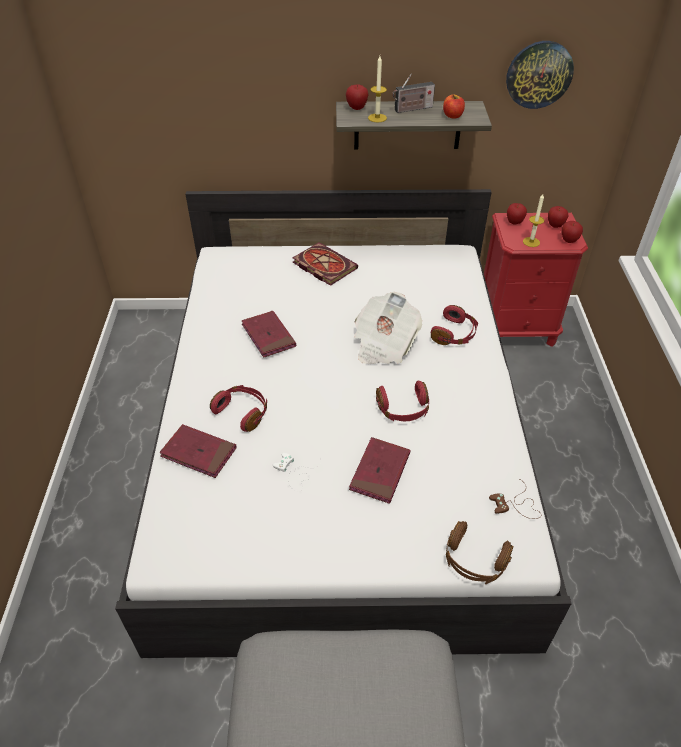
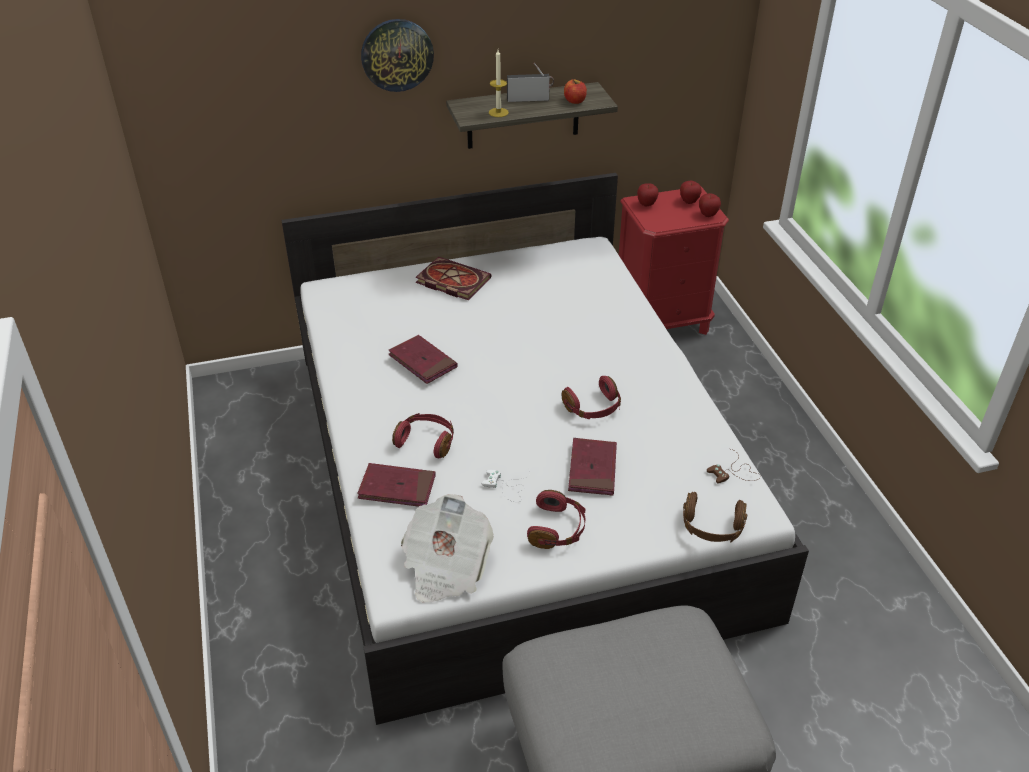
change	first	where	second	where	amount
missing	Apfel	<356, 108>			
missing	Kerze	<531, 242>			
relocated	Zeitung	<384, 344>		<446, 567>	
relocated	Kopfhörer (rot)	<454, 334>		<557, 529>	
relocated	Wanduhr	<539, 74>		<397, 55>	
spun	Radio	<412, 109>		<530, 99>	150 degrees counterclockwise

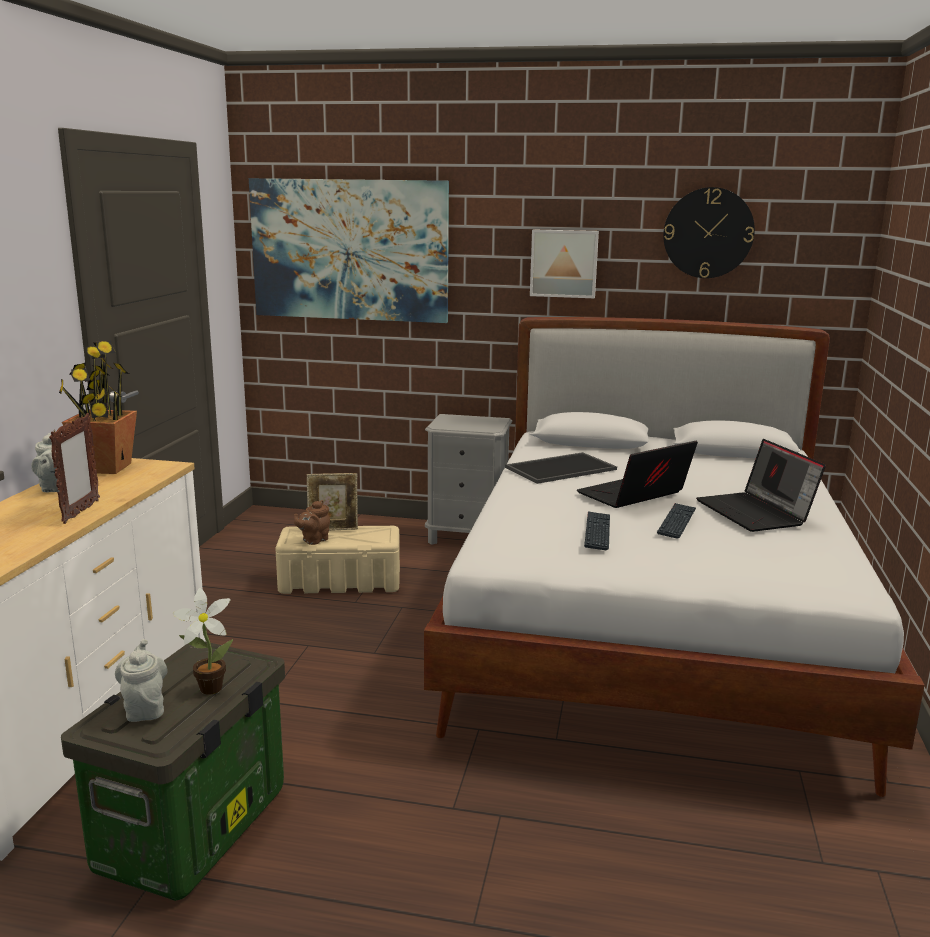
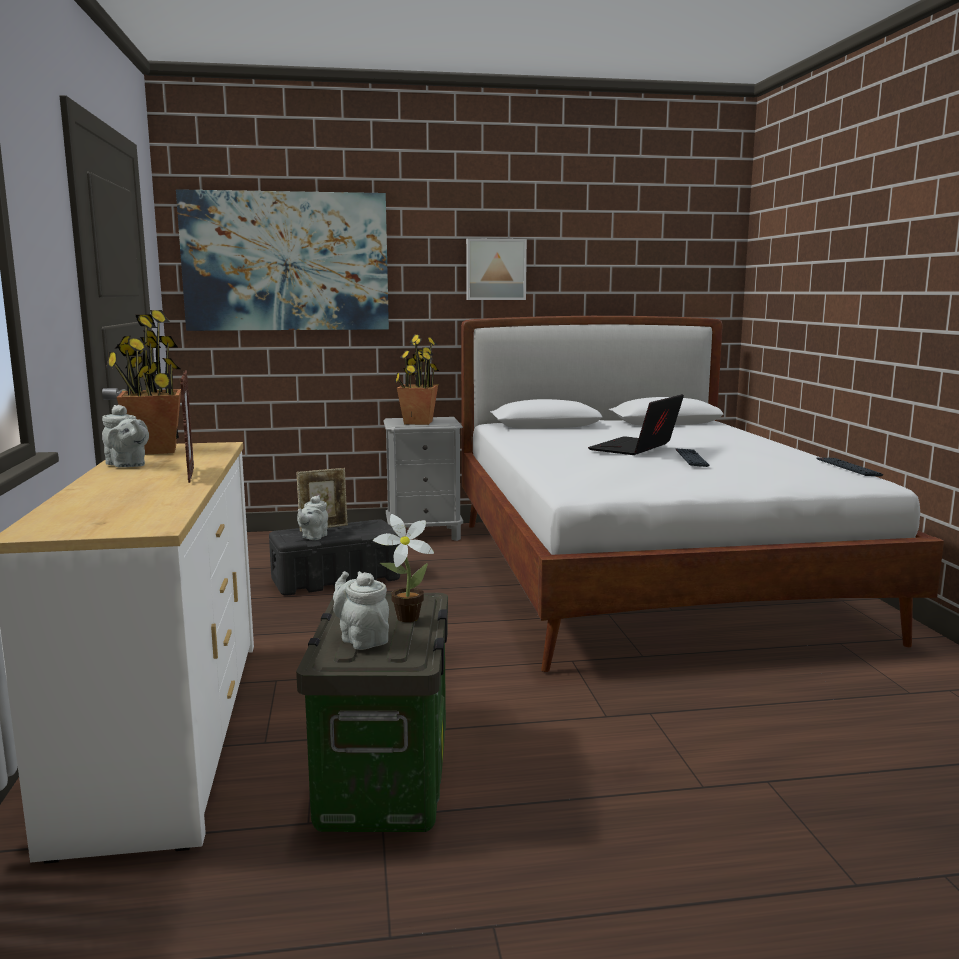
change	first	where	second	where	amount
missing	Tablett	<560, 468>			
missing	Wanduhr	<708, 233>			
missing	Laptop	<756, 513>			
appeared			Topfpflanze	<417, 422>	
relocated	Tastatur	<597, 532>		<848, 468>	
colour	Aufbewahrungsbox (beige)	<341, 581>	Aufbewahrungsbox (schwarz)	<336, 579>	
colour	Teekanne (braun)	<313, 540>	Teekanne (grau)	<313, 537>	

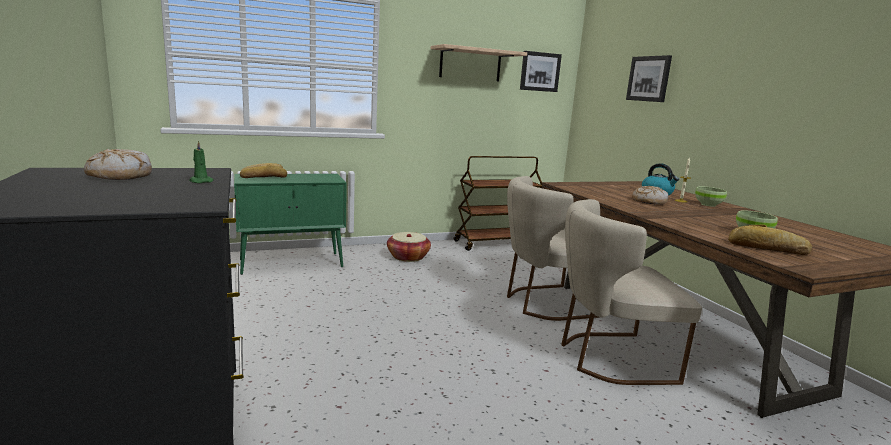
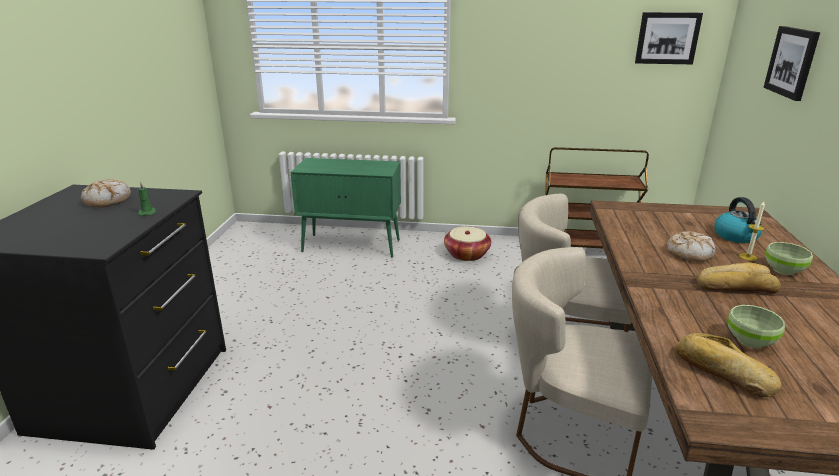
change	first	where	second	where	amount
missing	Wandregal	<470, 64>			
relocated	Brot	<264, 177>		<735, 286>	

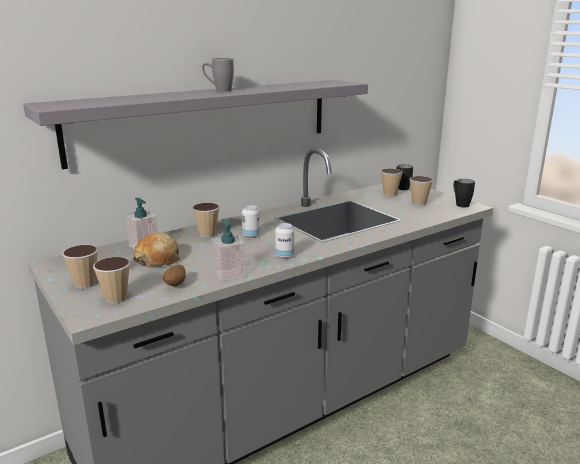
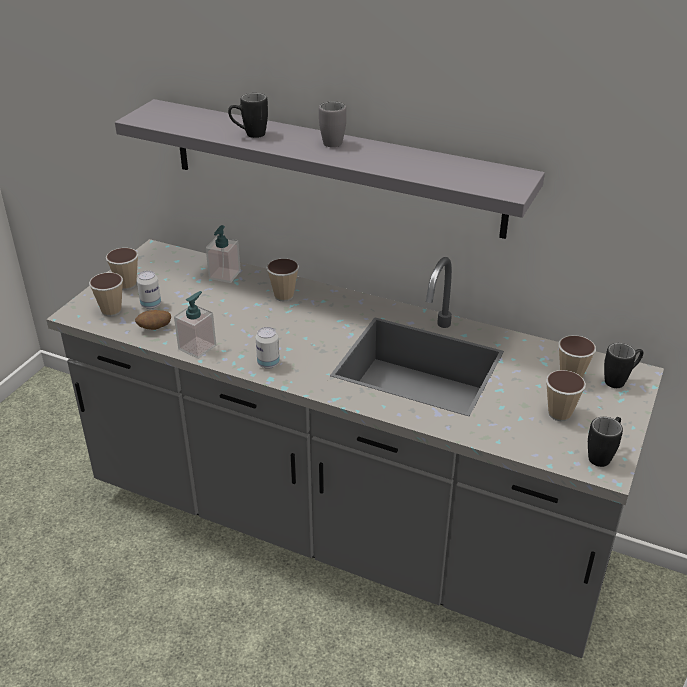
change	first	where	second	where	amount
missing	Brot	<158, 259>			
appeared			Henkelbecher (schwarz)	<249, 135>	
relocated	Dose	<251, 235>		<151, 305>	

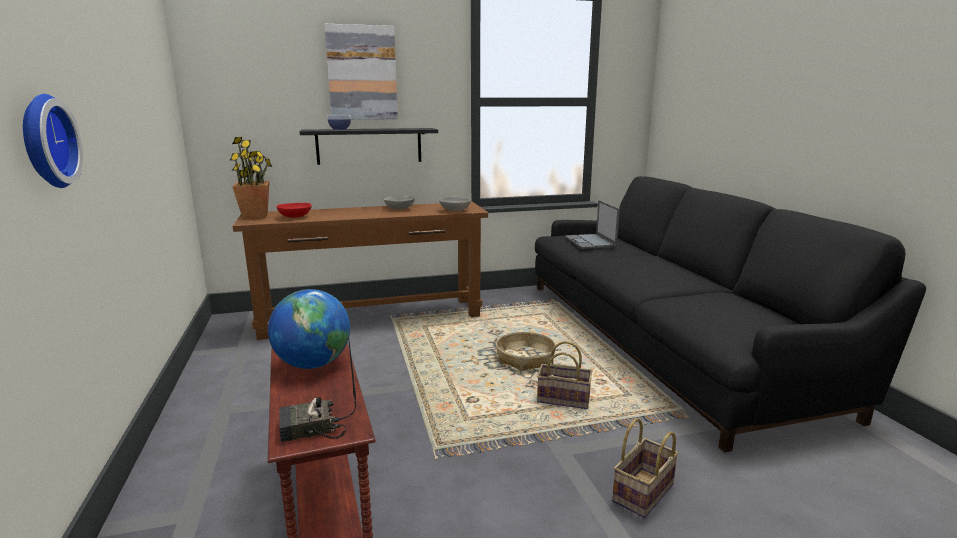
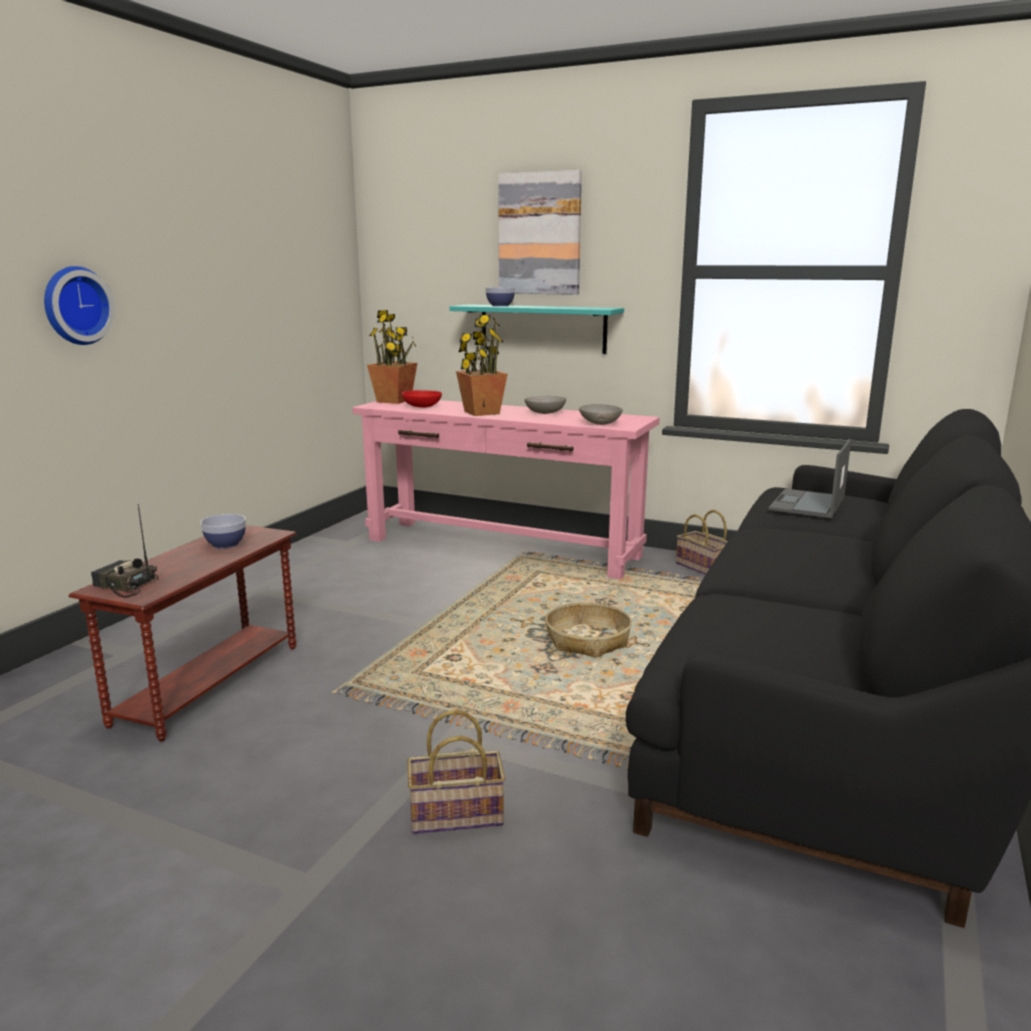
change	first	where	second	where	amount
appeared			Topfpflanze	<481, 413>	
relocated	Korb	<565, 399>		<704, 568>	
exchanged	Globus	<313, 364>	Schüssel	<225, 544>	
colour	Konsolentisch (braun)	<371, 317>	Konsolentisch (rosa)	<501, 548>	
colour	Wandregal (schwarz)	<369, 146>	Wandregal (türkis)	<542, 328>	

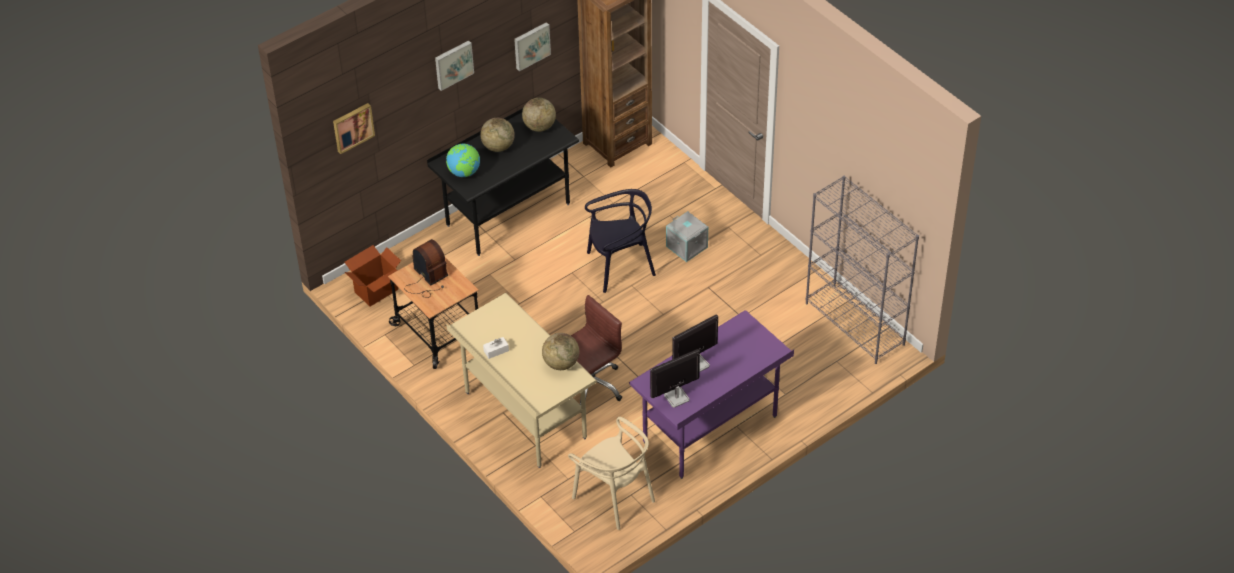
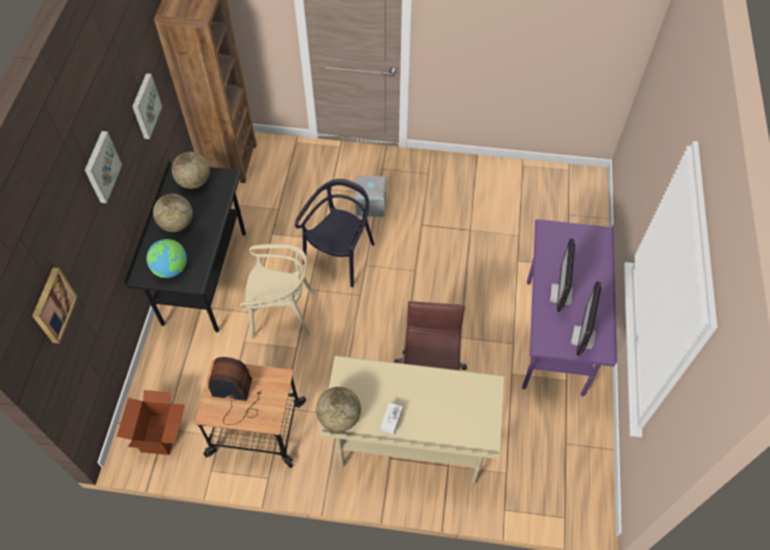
change	first	where	second	where	amount
missing	Bücherregal (grau)	<855, 324>			
relocated	Globus	<561, 363>		<339, 417>	
relocated	Stuhl (beige)	<614, 497>		<282, 313>	

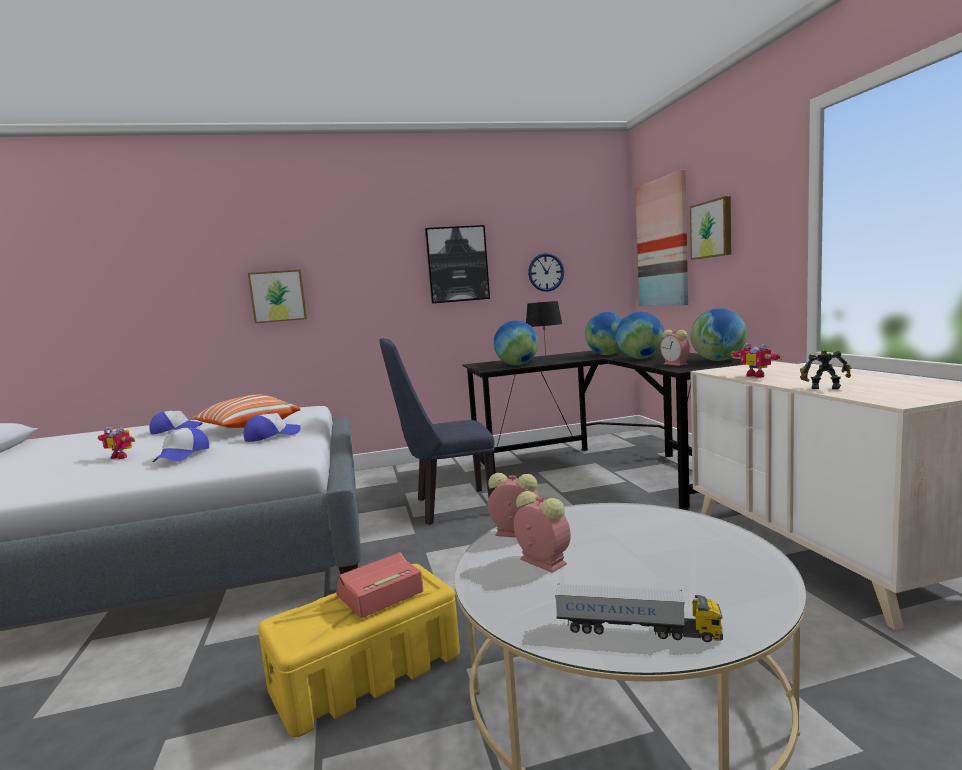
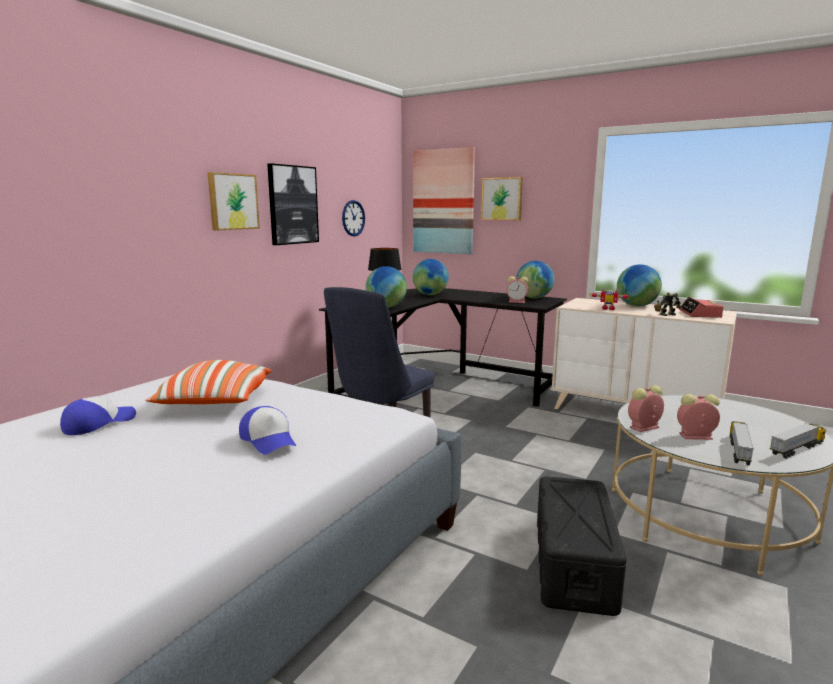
change	first	where	second	where	amount
missing	Spielzeugroboter	<122, 456>			
missing	Kappe	<272, 436>			
appeared			Spielzeuglaster	<739, 450>	
relocated	Bild	<278, 296>		<232, 201>	
relocated	Wecker	<380, 594>		<700, 314>	
relocated	Globus	<640, 358>		<637, 306>	
colour	Aufbewahrungsbox (gelb)	<366, 673>	Aufbewahrungsbox (schwarz)	<573, 564>	

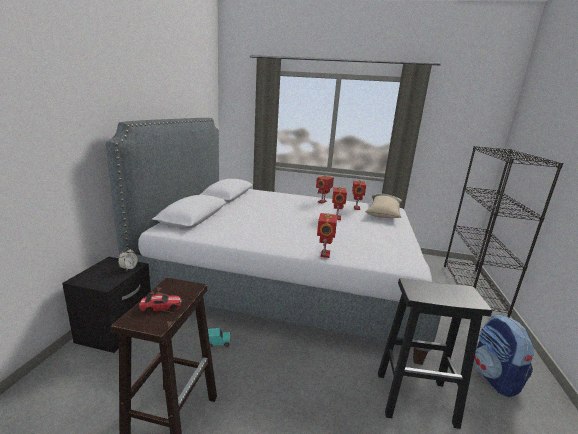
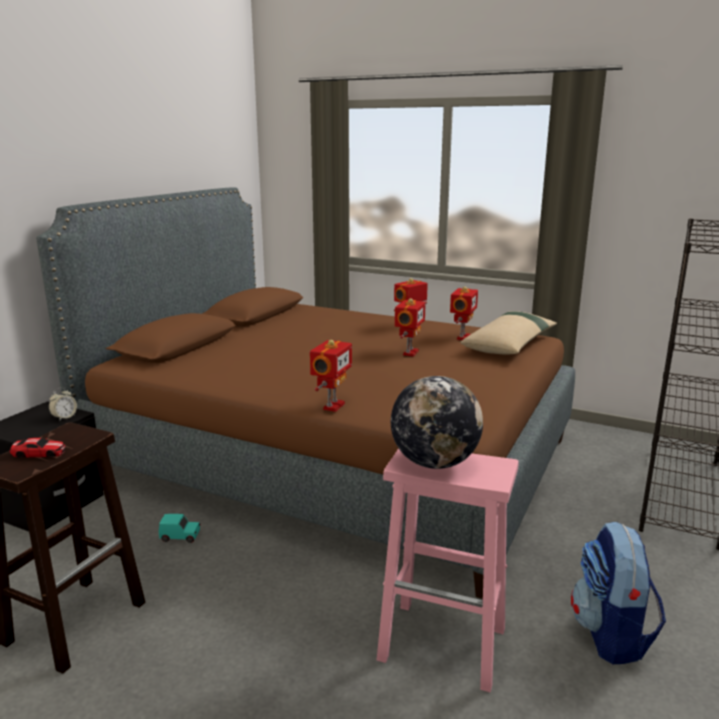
change	first	where	second	where	amount
appeared			Globus	<434, 463>	
colour	Bett (grau)	<285, 279>	Bett (braun)	<332, 457>	
colour	Hocker (schwarz)	<416, 398>	Hocker (rosa)	<445, 644>	

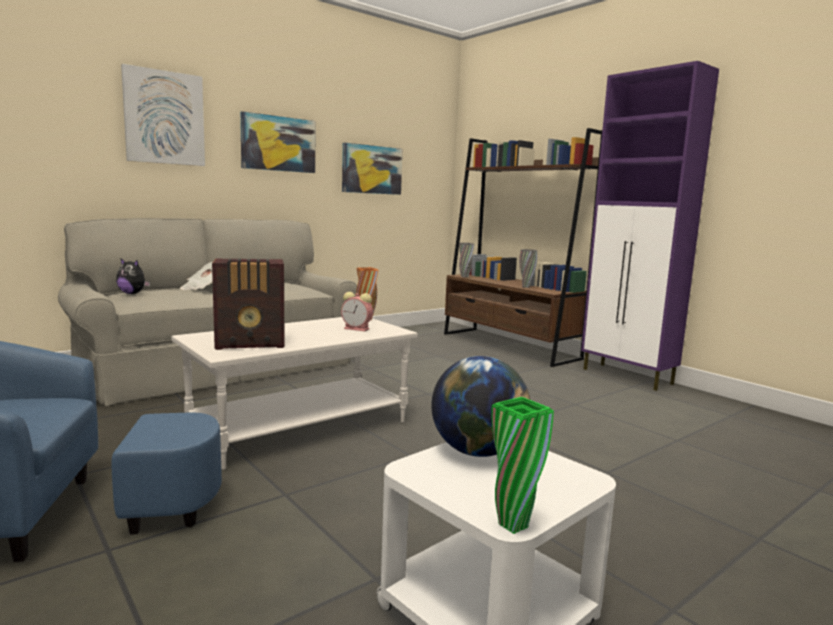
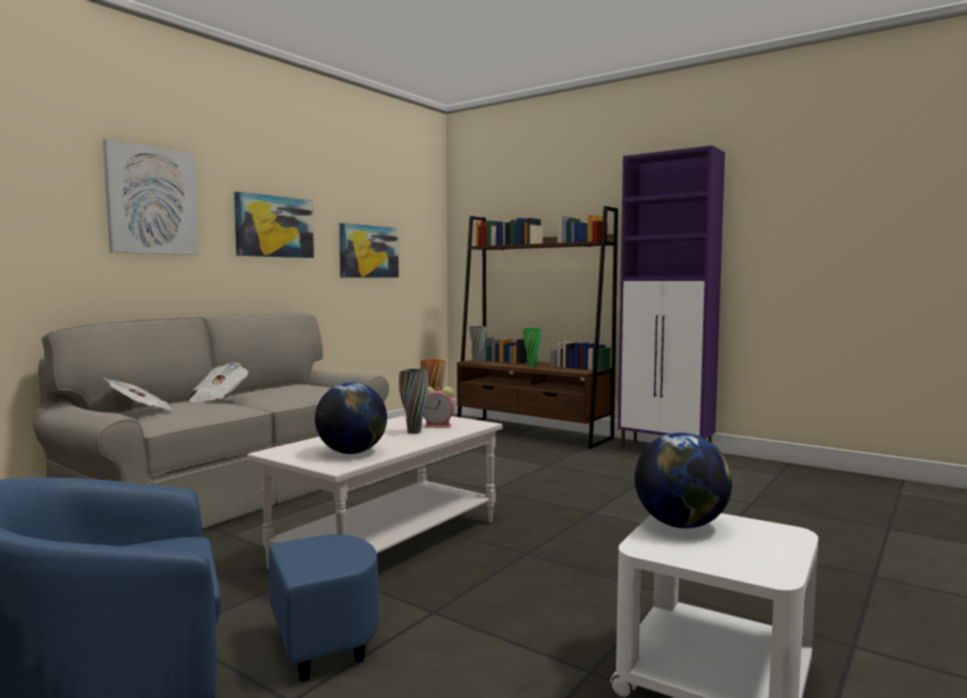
change	first	where	second	where	amount
relocated	Vase (grün)	<513, 525>		<531, 366>	
relocated	Vase (grau)	<526, 287>		<414, 432>	
exchanged	Plüschtier	<133, 293>	Zeitung	<142, 411>	
exchanged	Radio	<252, 344>	Globus	<352, 452>	

